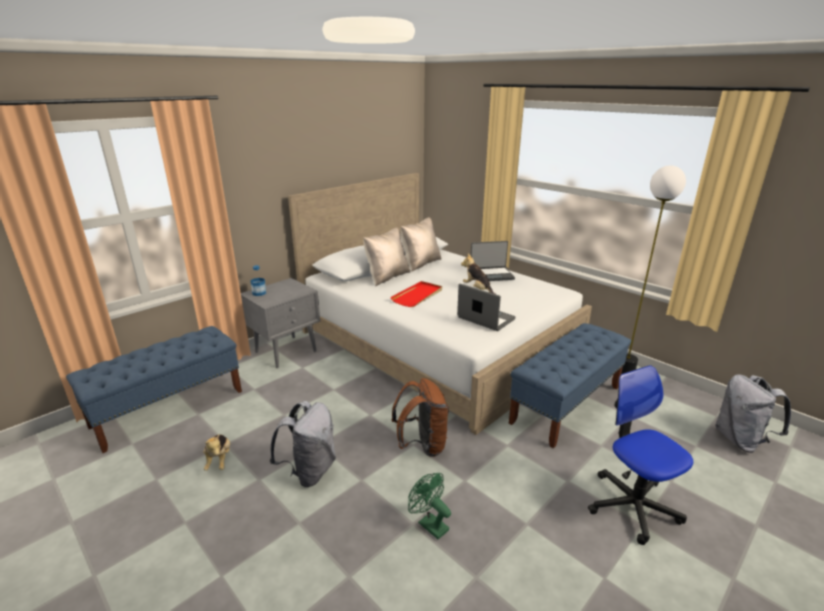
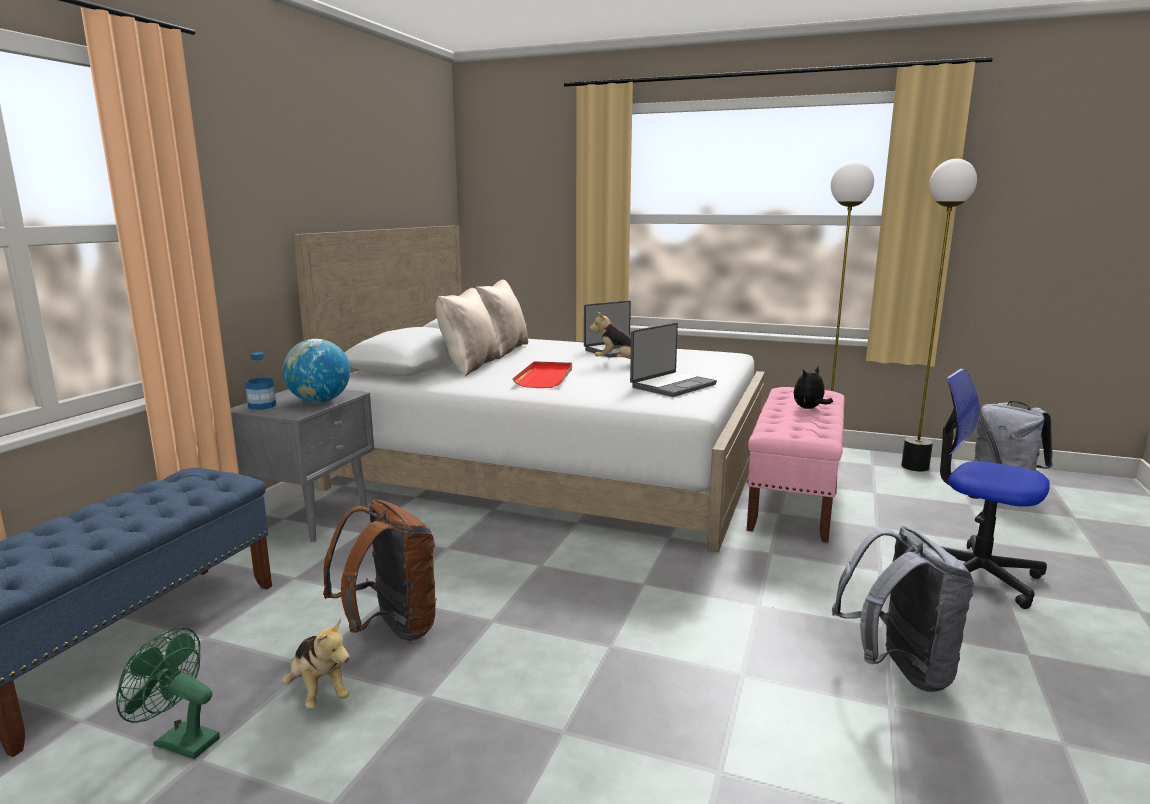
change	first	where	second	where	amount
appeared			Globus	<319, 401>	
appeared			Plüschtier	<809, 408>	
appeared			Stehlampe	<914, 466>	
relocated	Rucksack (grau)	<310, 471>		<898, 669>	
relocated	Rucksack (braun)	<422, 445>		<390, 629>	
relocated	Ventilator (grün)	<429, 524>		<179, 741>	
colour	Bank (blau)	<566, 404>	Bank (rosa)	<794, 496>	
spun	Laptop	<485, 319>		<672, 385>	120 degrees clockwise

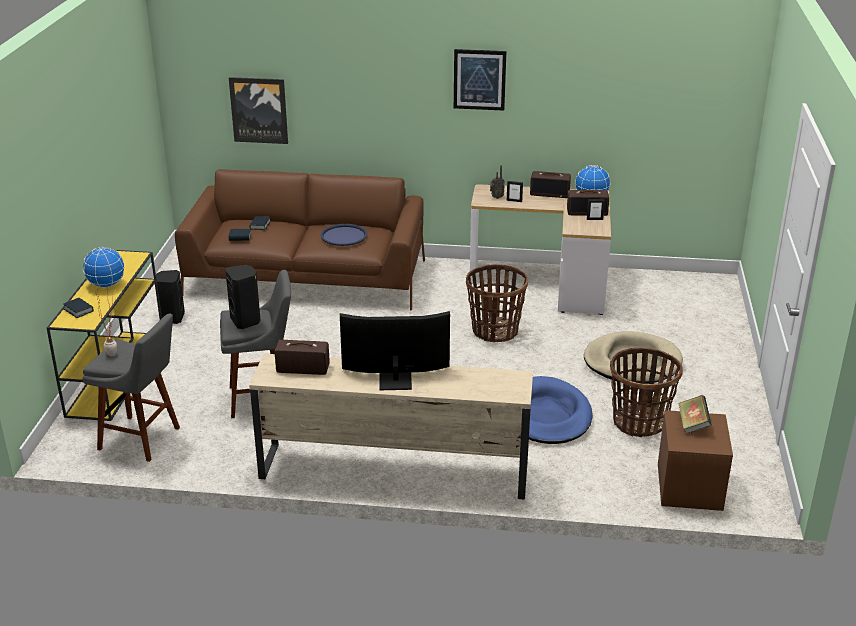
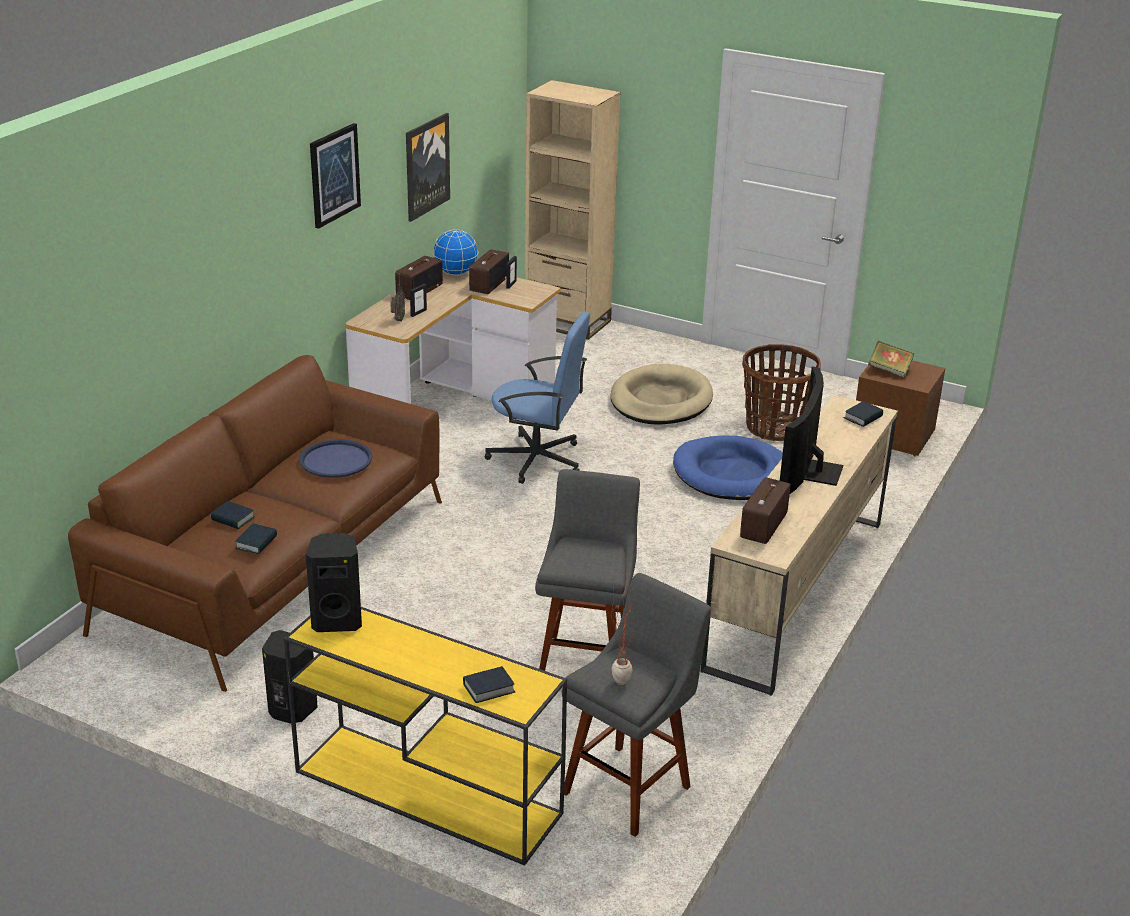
change	first	where	second	where	amount
missing	Globus	<106, 285>			
appeared			Bücherregal (beige)	<567, 322>	
appeared			Buch	<863, 417>	
relocated	Lautsprecher (schwarz)	<246, 321>		<337, 620>	
relocated	Bild	<259, 110>		<426, 166>	
exchanged	Korb	<494, 331>	Bürostuhl (blau)	<537, 460>	

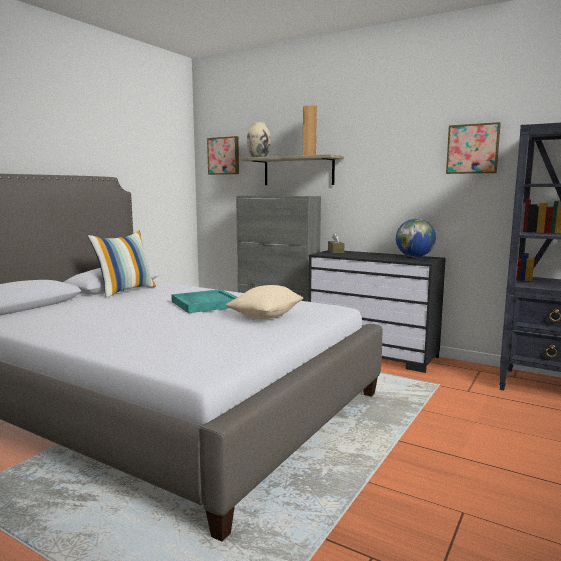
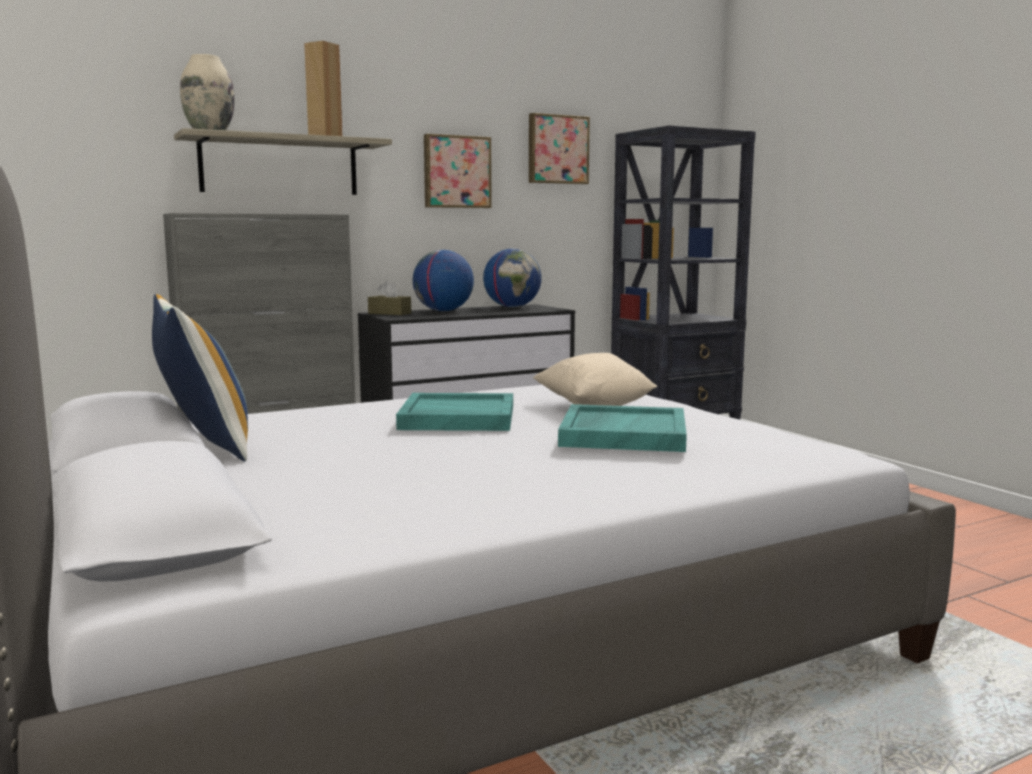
change	first	where	second	where	amount
appeared			Globus	<443, 311>	
appeared			Tablett (türkis)	<622, 434>	
relocated	Bild	<224, 156>		<456, 172>	

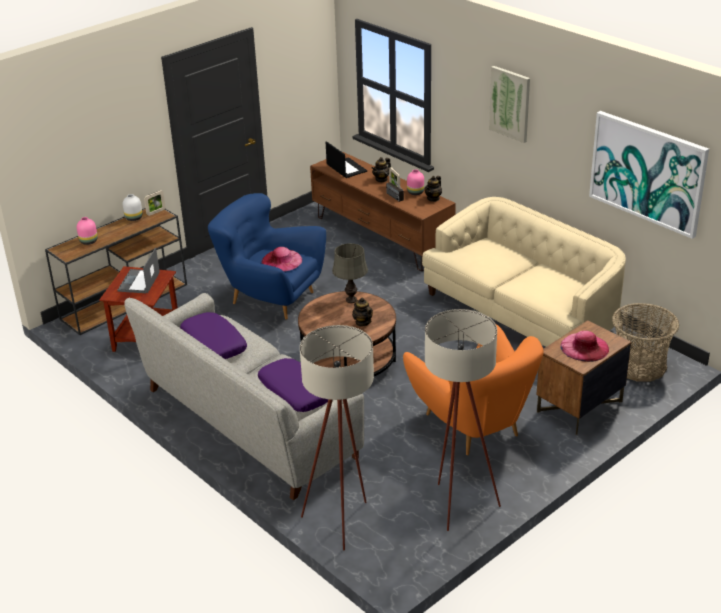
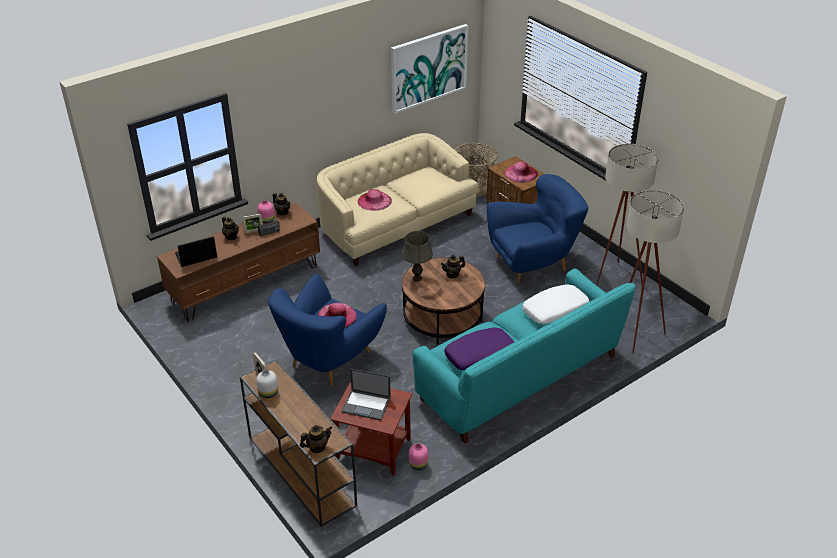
change	first	where	second	where	amount
missing	Bild	<510, 103>			
appeared			Teekanne	<317, 447>	
appeared			Hut (rosa)	<374, 201>	
relocated	Vase (rosa)	<88, 242>		<418, 464>	
colour	Sofa (grau)	<249, 423>	Sofa (türkis)	<520, 378>	
colour	Kissen (lila)	<294, 392>	Kissen (weiß)	<555, 310>	
colour	Sessel (orange)	<473, 426>	Sessel (blau)	<533, 263>	

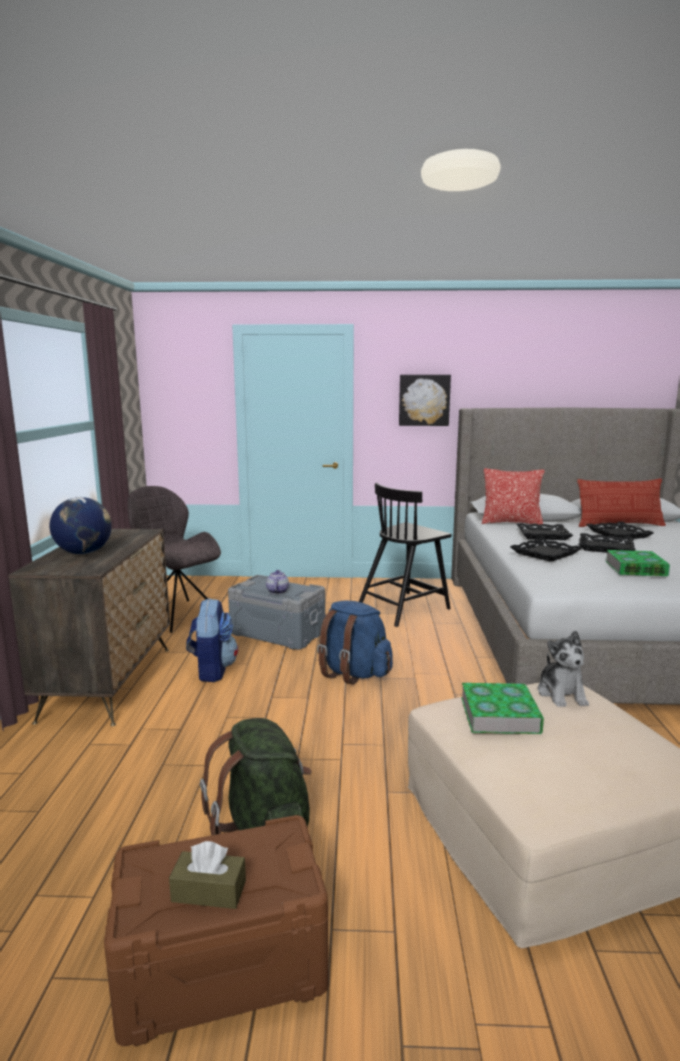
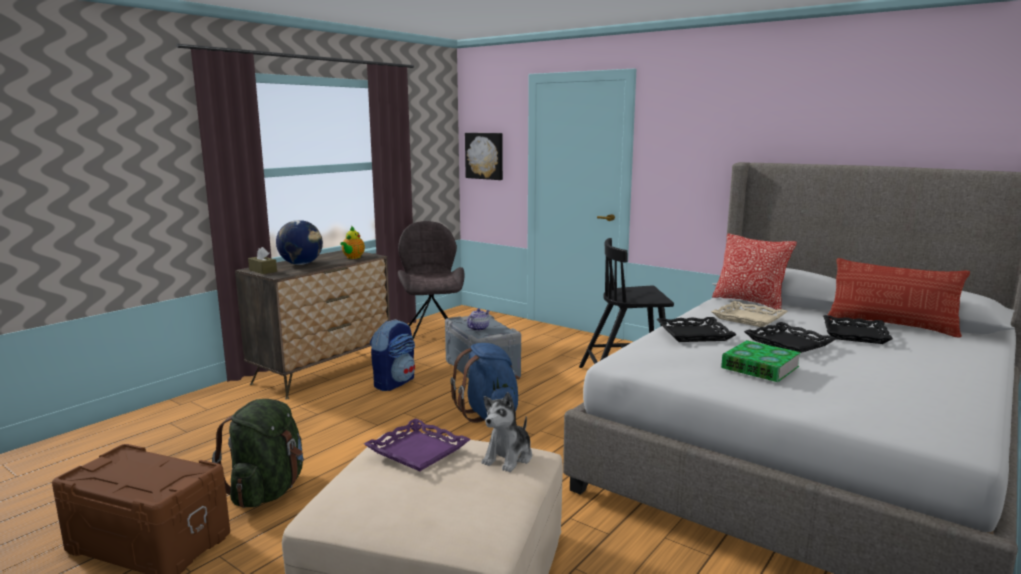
change	first	where	second	where	amount
appeared			Teekanne	<353, 257>	
relocated	Taschentuchbox (braun)	<209, 891>		<263, 271>	
relocated	Bild	<424, 400>		<485, 156>	
exchanged	Buch	<499, 715>	Tablett (lila)	<418, 450>	
colour	Tablett (schwarz)	<543, 535>	Tablett (beige)	<748, 318>	

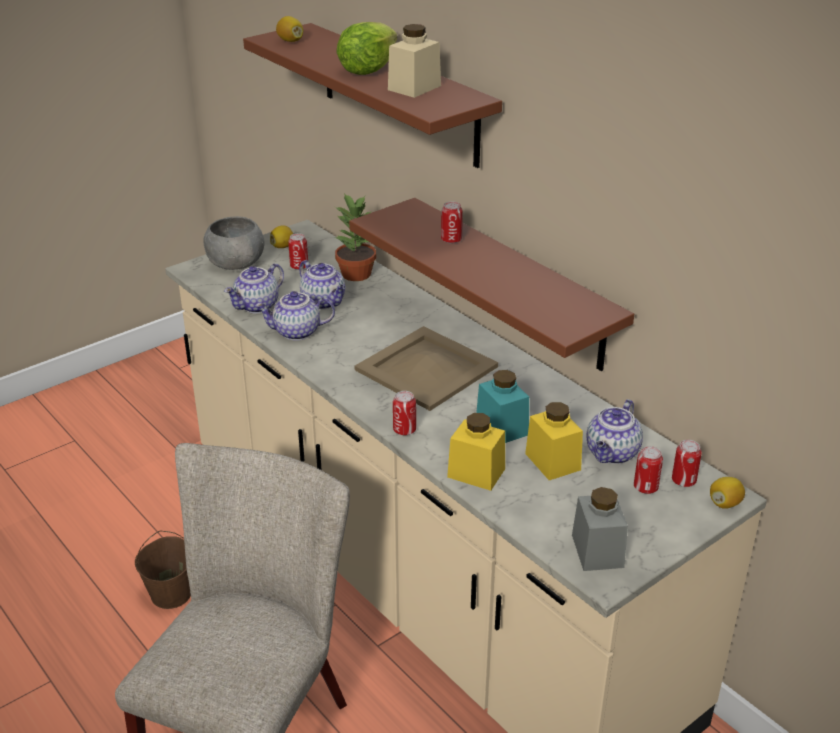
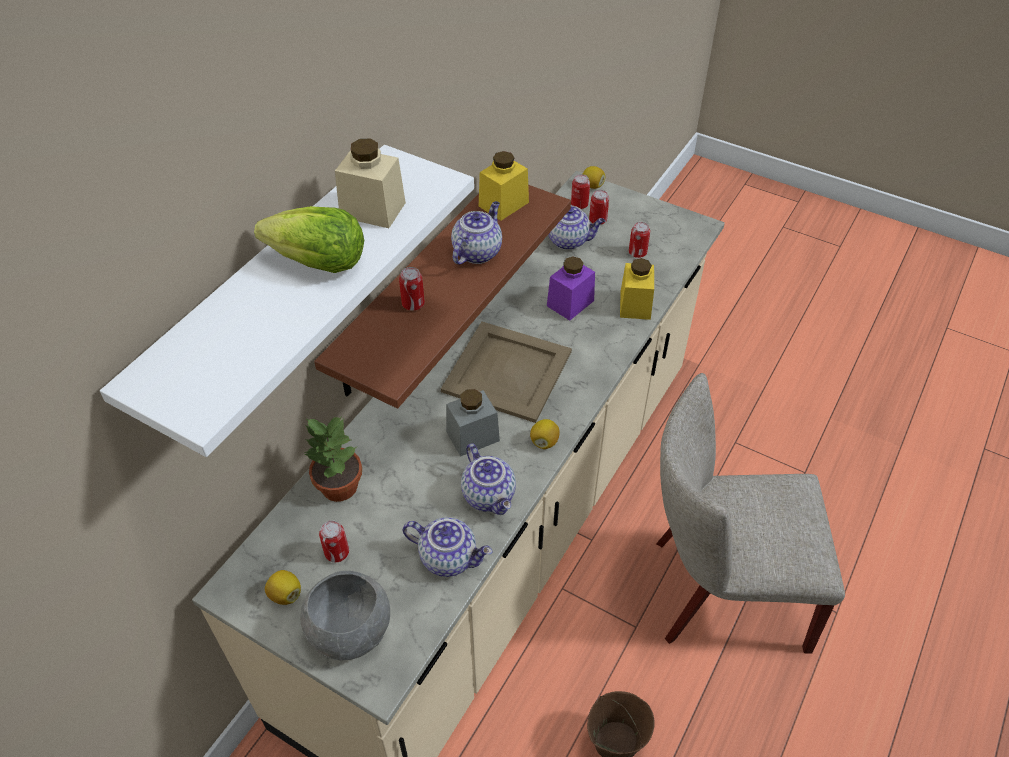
change	first	where	second	where	amount
relocated	Zitrone	<290, 41>		<544, 442>	
relocated	Teekanne	<324, 302>		<477, 252>	
relocated	Dose	<404, 430>		<637, 253>	
relocated	Vorratsglas (gelb)	<552, 461>		<503, 204>	
relocated	Vorratsglas (grau)	<597, 551>		<472, 436>	
colour	Wandregal (braun)	<398, 94>	Wandregal (weiß)	<270, 289>	
colour	Vorratsglas (türkis)	<502, 428>	Vorratsglas (lila)	<570, 303>	

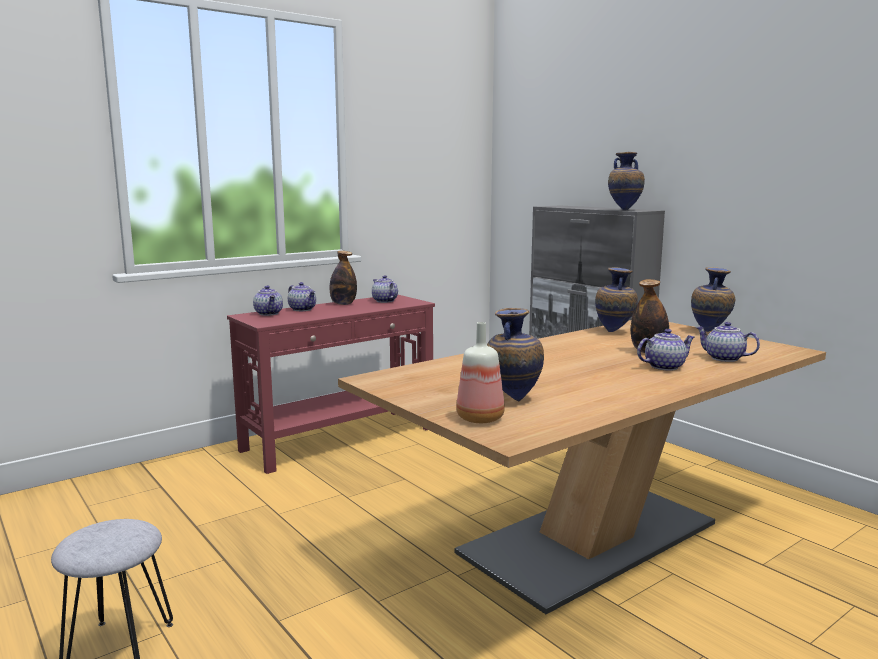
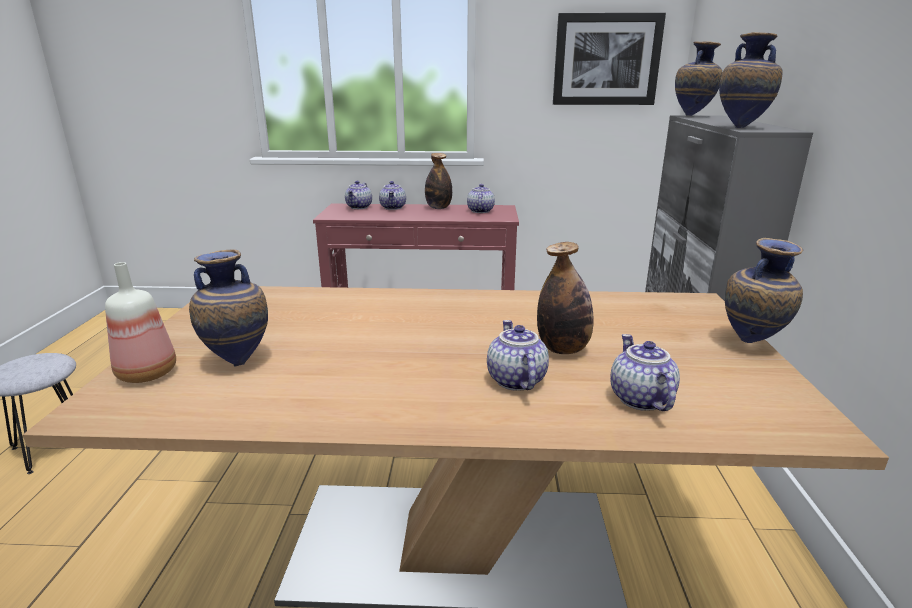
change	first	where	second	where	amount
appeared			Bild	<606, 60>	
relocated	Vase	<614, 332>		<693, 116>	
spun	Teekanne	<664, 366>		<514, 380>	120 degrees counterclockwise

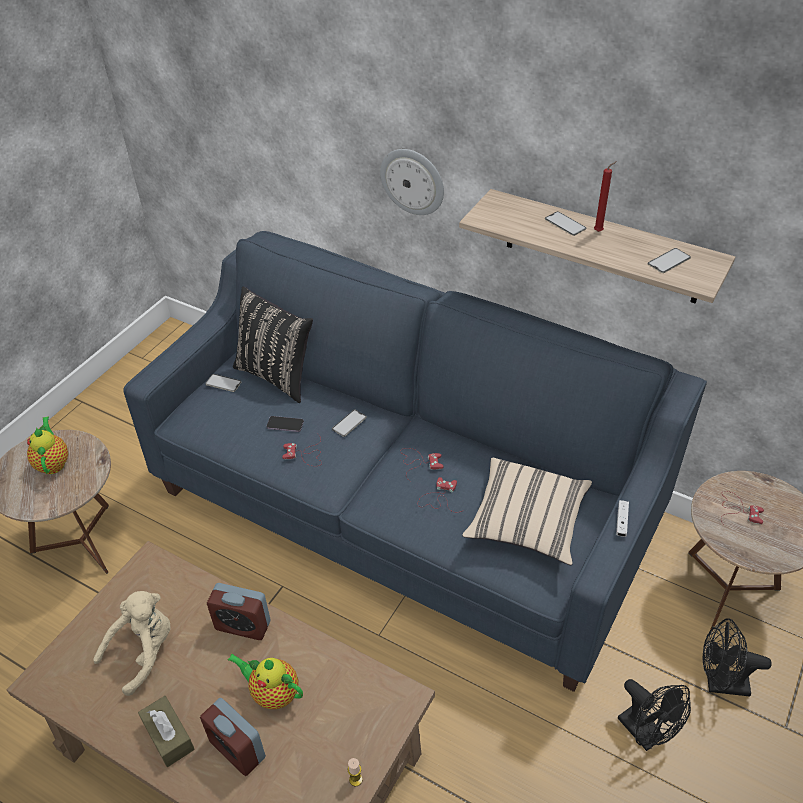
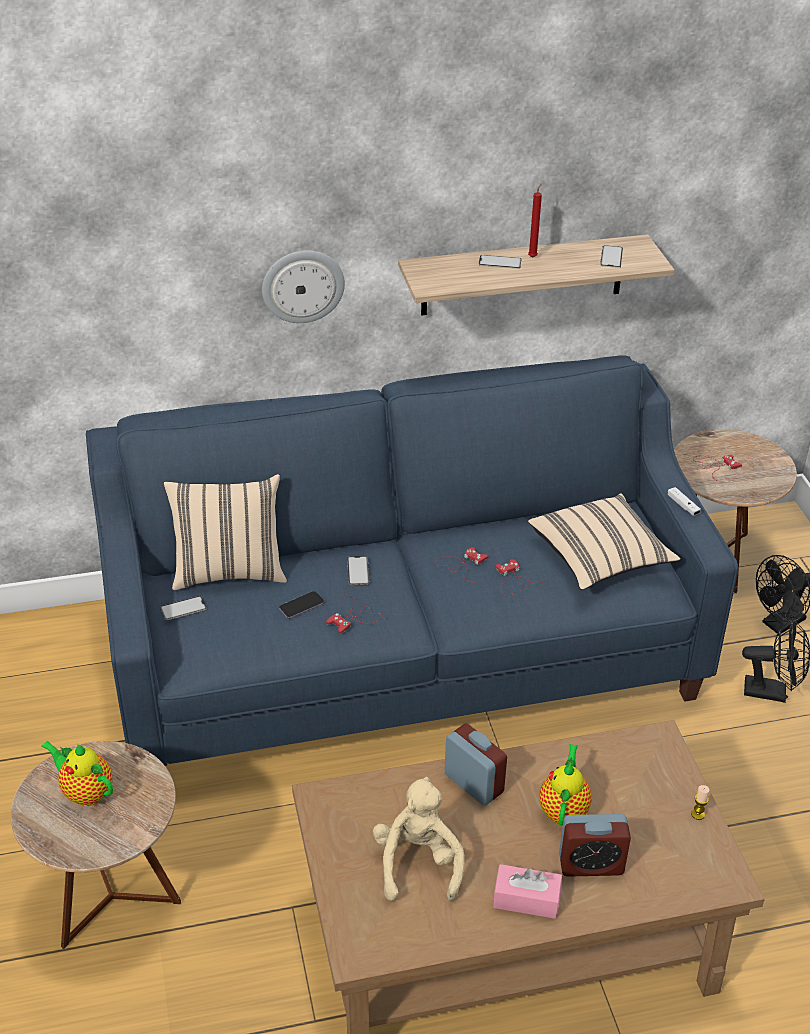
change	first	where	second	where	amount
colour	Taschentuchbox (braun)	<168, 736>	Taschentuchbox (rosa)	<526, 899>	
colour	Kissen (schwarz)	<277, 375>	Kissen (beige)	<229, 571>	
spun	Wecker	<243, 625>		<473, 783>	105 degrees counterclockwise
spun	Teekanne	<273, 693>		<563, 809>	120 degrees clockwise

